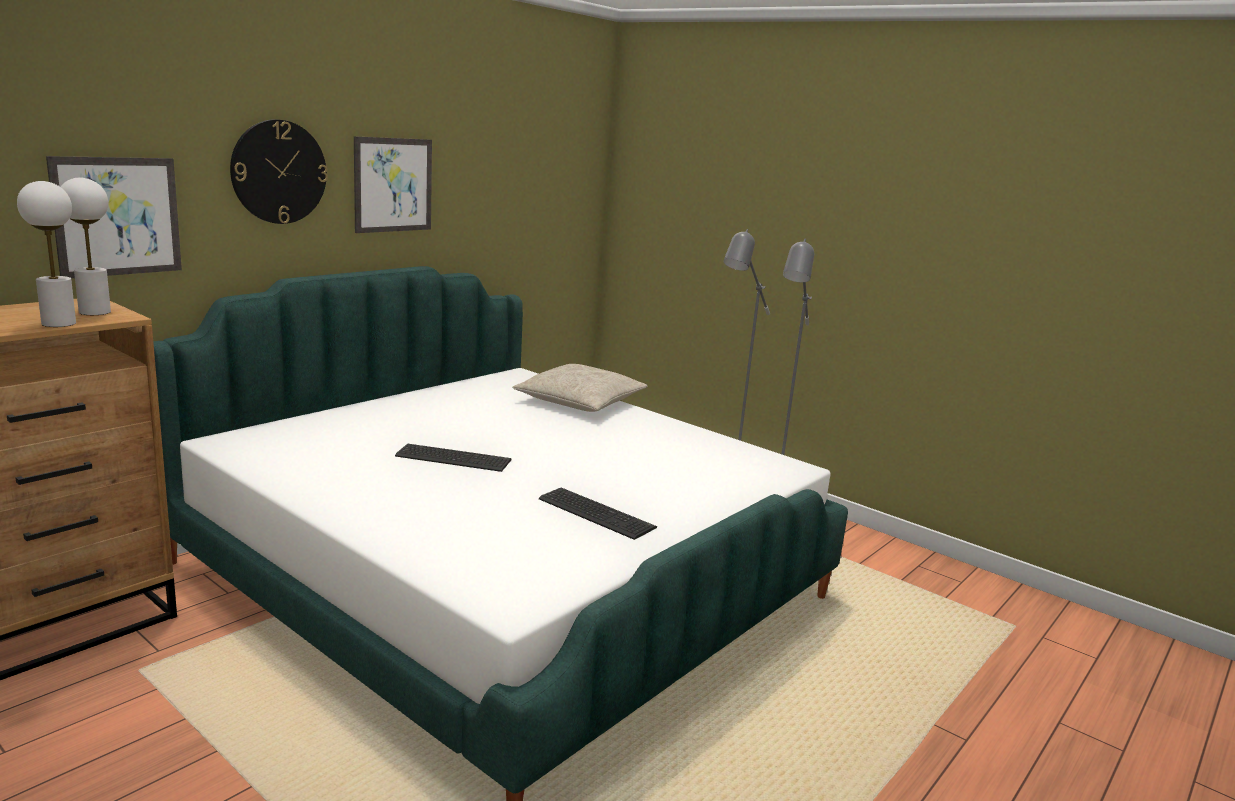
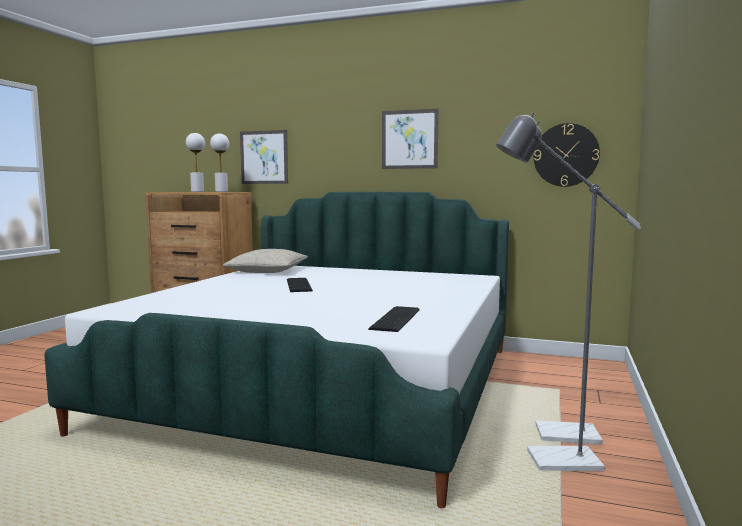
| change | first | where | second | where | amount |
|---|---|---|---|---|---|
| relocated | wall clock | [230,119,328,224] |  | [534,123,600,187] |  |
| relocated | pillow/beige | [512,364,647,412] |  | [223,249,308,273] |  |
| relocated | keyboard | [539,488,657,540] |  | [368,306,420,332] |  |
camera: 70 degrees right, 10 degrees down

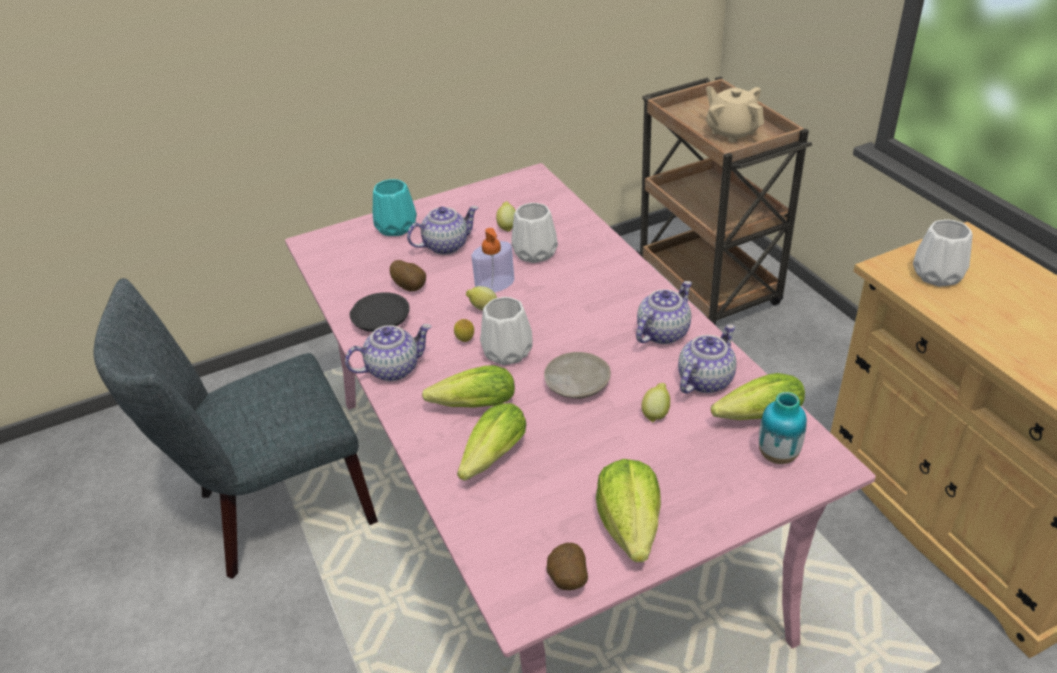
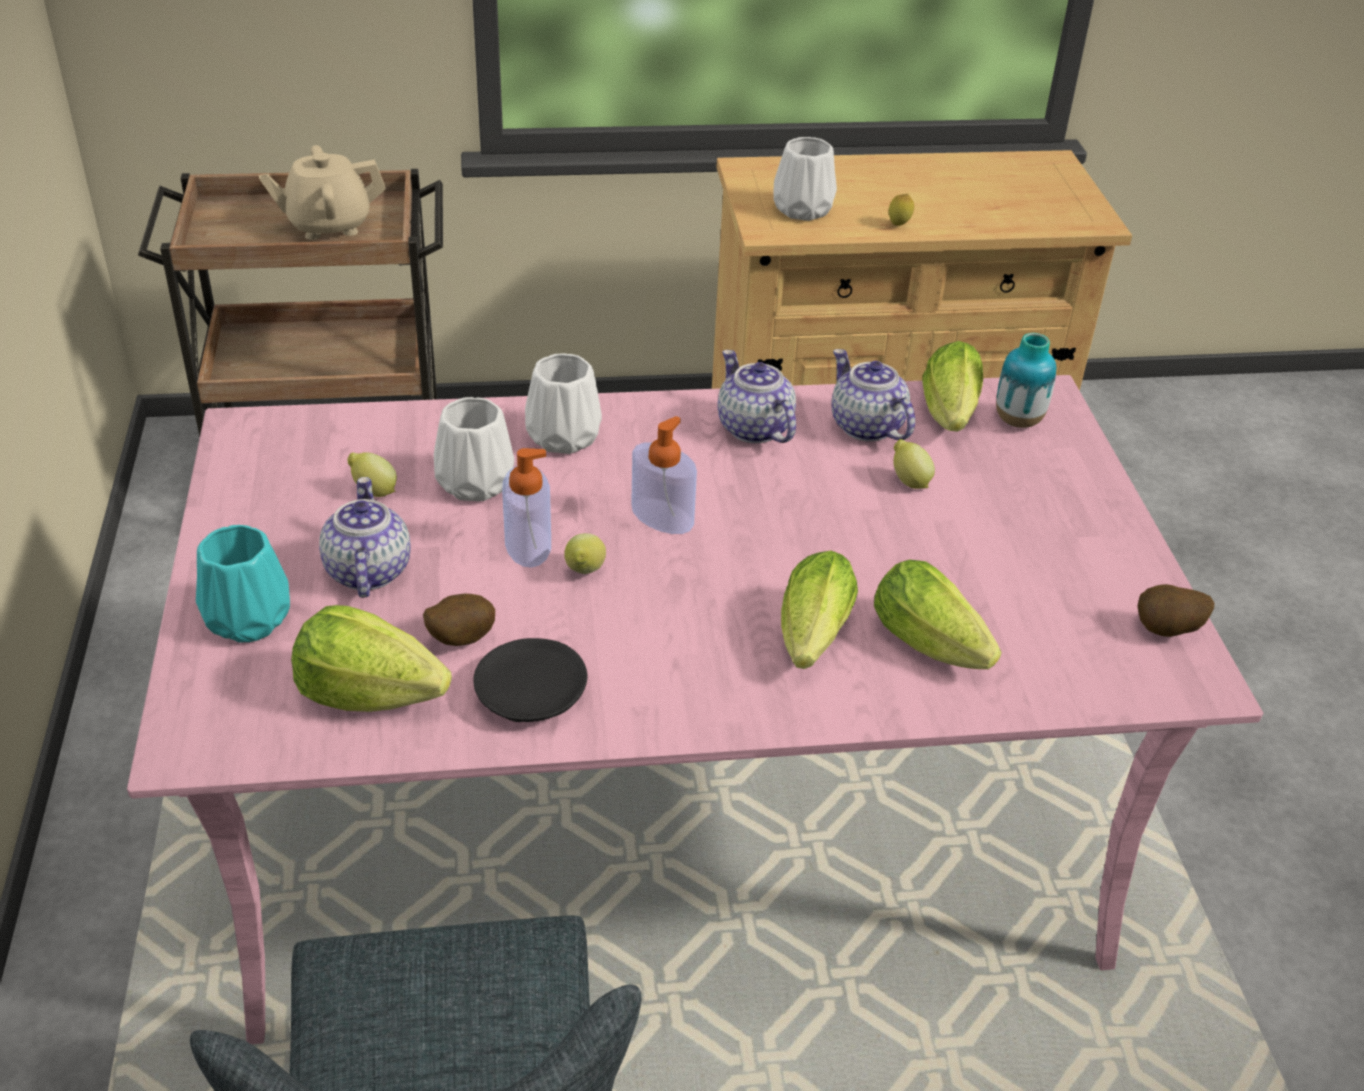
| change | first | where | second | where | amount |
|---|---|---|---|---|---|
| missing | teapot | [345,324,431,381] |  |  |  |
| relocated | lemon | [454,319,474,342] |  | [889,194,914,226] |  |
| relocated | vase/white | [480,297,533,365] |  | [525,353,602,454] |  |
| missing | plate/beige | [544,352,611,399] |  |  |  |
| relocated | lettuce | [596,459,661,562] |  | [291,605,452,712] |  |
| appeared |  |  | soap dispenser | [631,416,697,534] |  |
camera: 75 degrees left, 0 degrees up

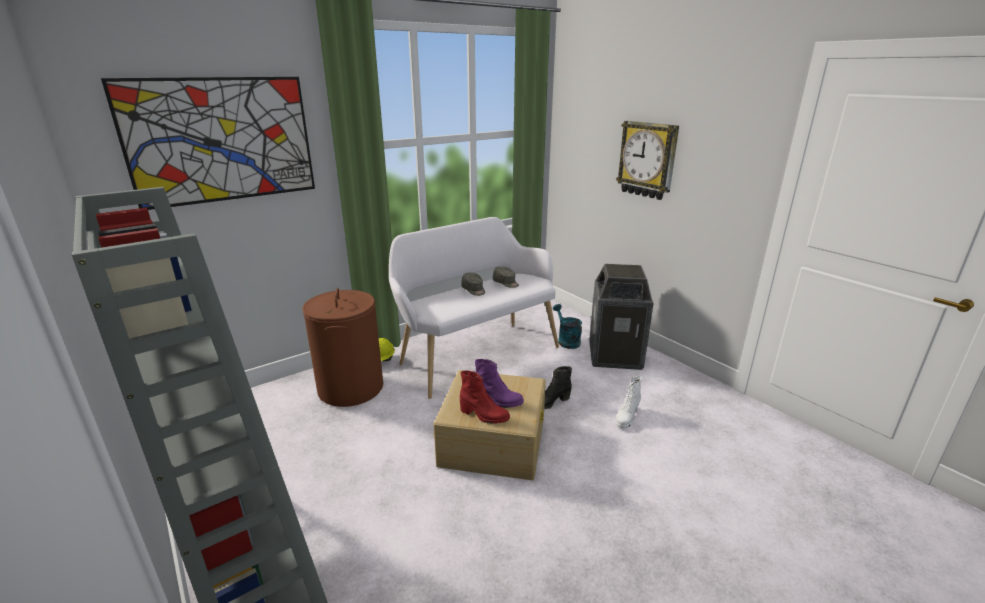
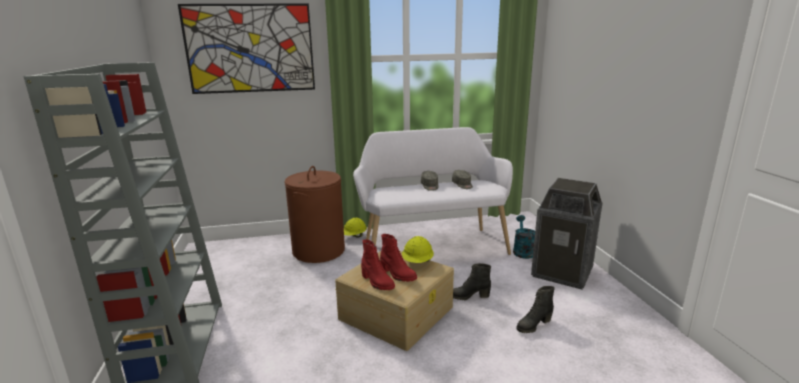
| change | first | where | second | where | amount |
|---|---|---|---|---|---|
| colour | boot/purple | [475,359,524,408] | boot/red | [380,234,417,282] |  |
| missing | wall clock | [616,121,679,200] |  |  |  |
| colour | boot/white | [616,376,642,428] | boot/black | [516,286,555,333] |  |
| appeared |  |  | hard hat/yellow | [402,236,434,263] |  |
camera: 25 degrees right, 5 degrees down

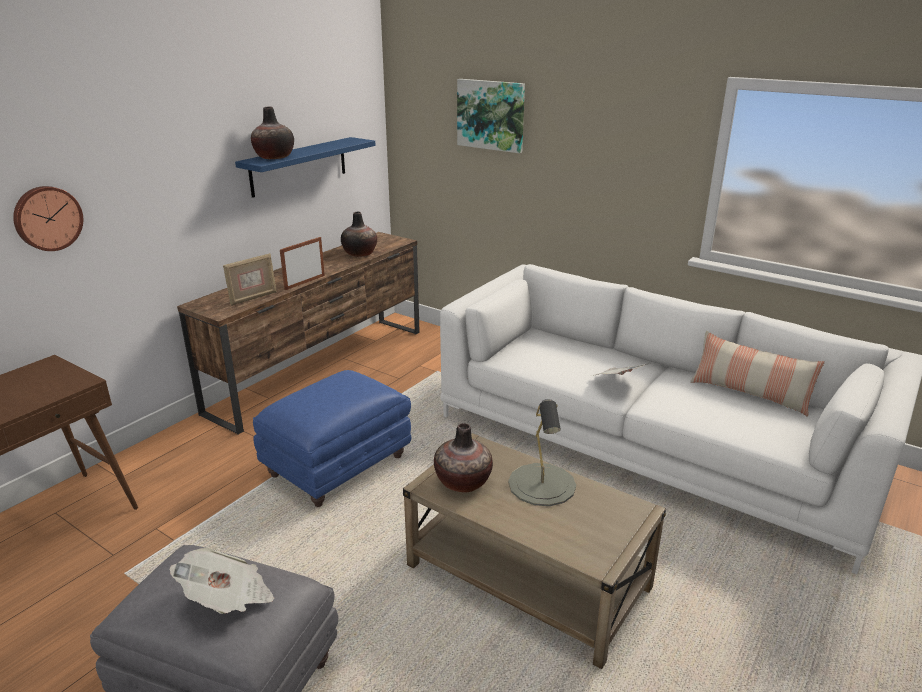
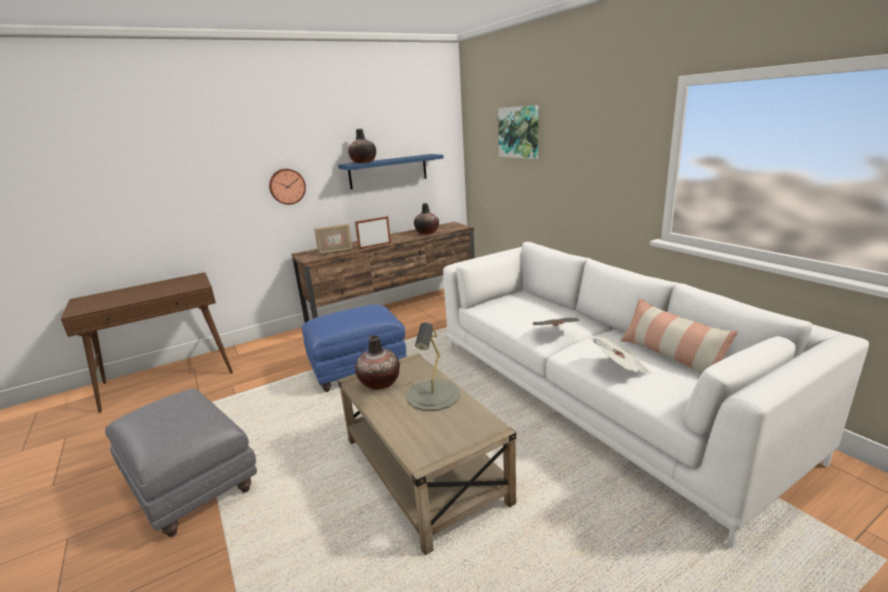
| change | first | where | second | where | amount |
|---|---|---|---|---|---|
| relocated | wall clock | [13,186,83,251] |  | [269,169,306,205] |  |
| relocated | newspaper | [170,548,274,614] |  | [590,336,652,374] |  |
camera: 25 degrees right, 5 degrees down

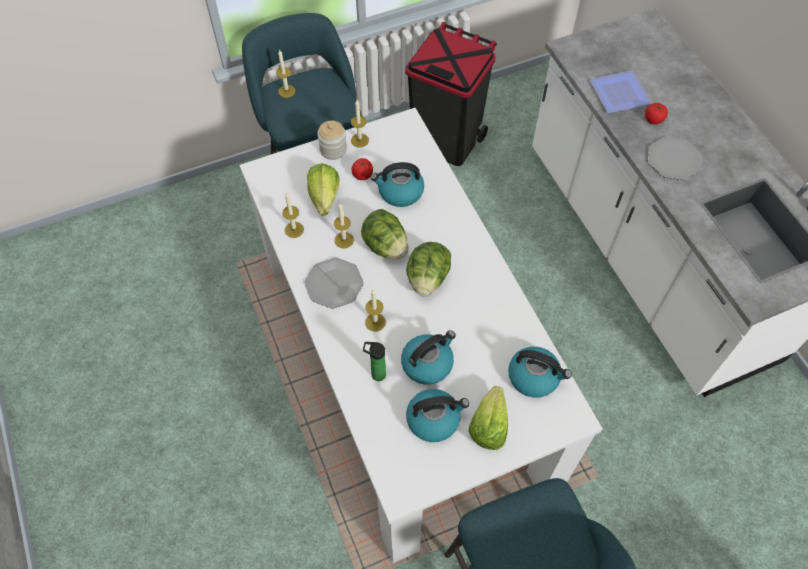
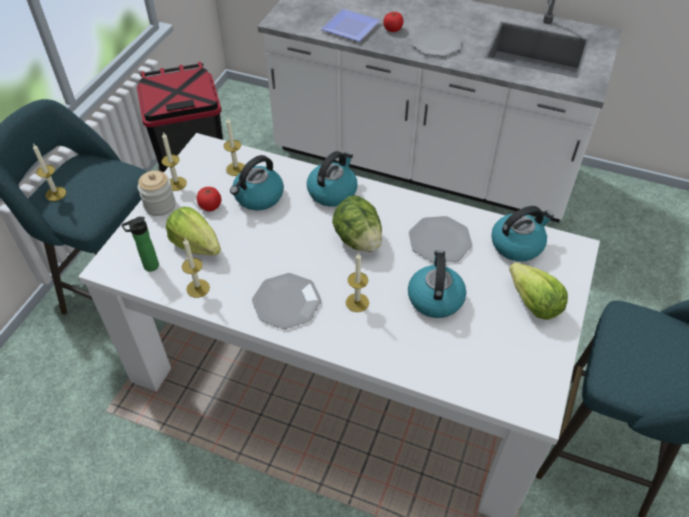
| change | first | where | second | where | amount |
|---|---|---|---|---|---|
| relocated | candle | [334,204,354,249] |  | [224,118,245,176] |  |
| missing | lettuce | [361,209,409,259] |  |  |  |
| relocated | bottle | [363,342,386,381] |  | [121,217,159,272] |  |
| relocated | kettle | [406,389,469,442] |  | [307,151,358,207] |  |
| appeared |  |  | plate | [409,216,472,263] |  |
camera: 45 degrees left, 10 degrees down

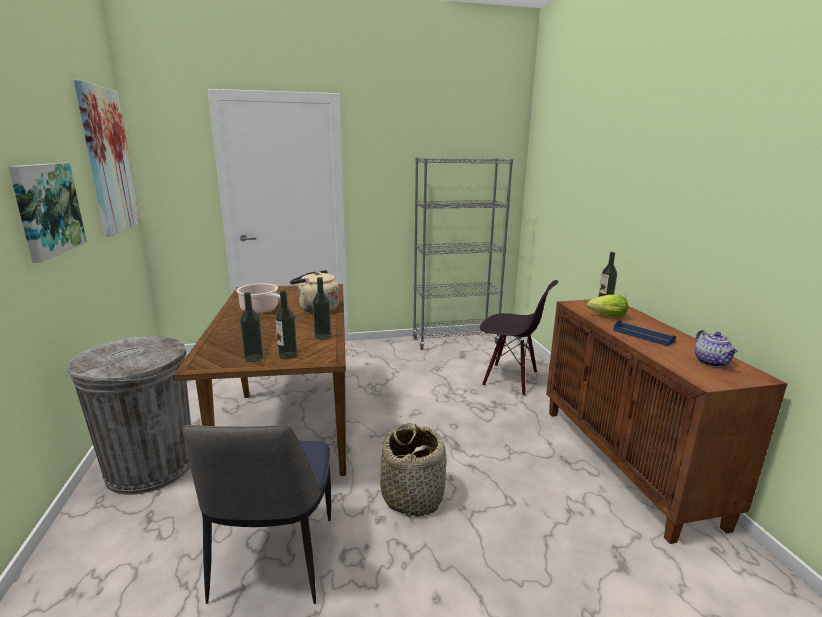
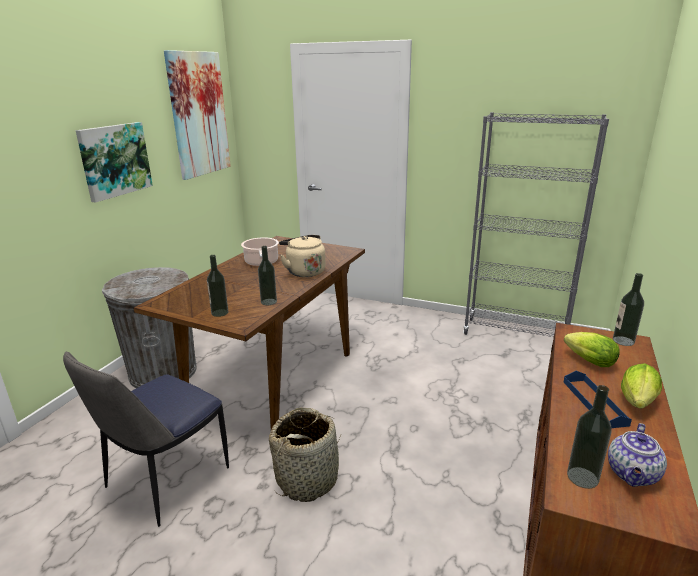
| change | first | where | second | where | amount |
|---|---|---|---|---|---|
| relocated | bottle | [240,292,264,362] |  | [567,385,612,489] |  |
| missing | chair/black | [480,280,558,396] |  |  |  |
| appeared |  |  | lettuce | [621,363,662,409] |  |
camera: 35 degrees right, 5 degrees up

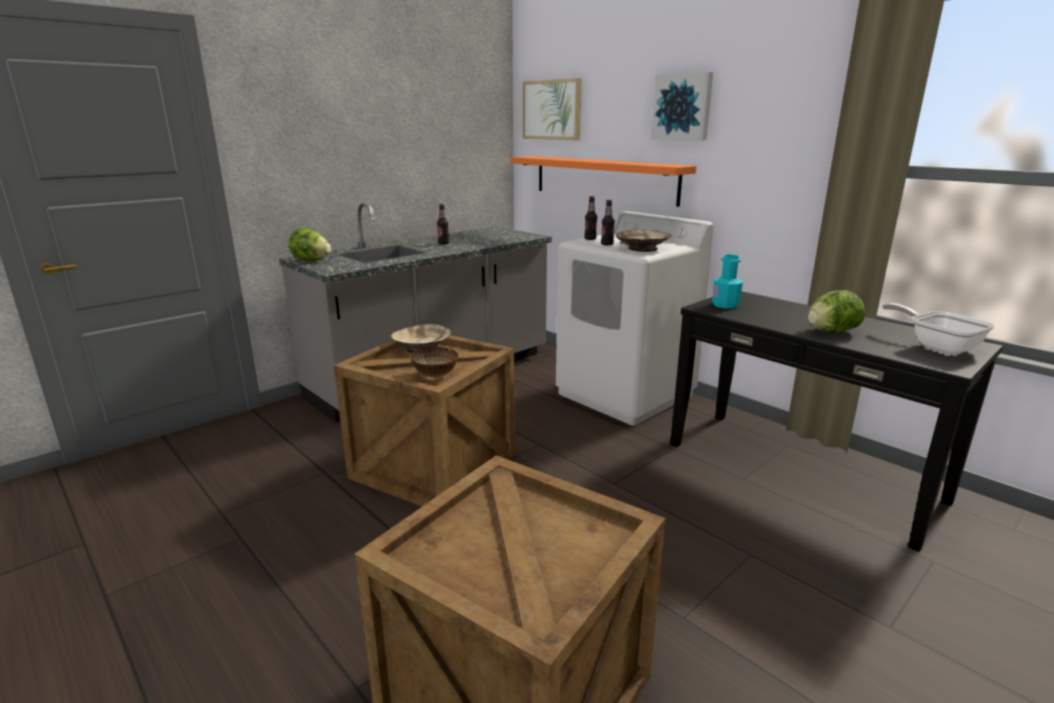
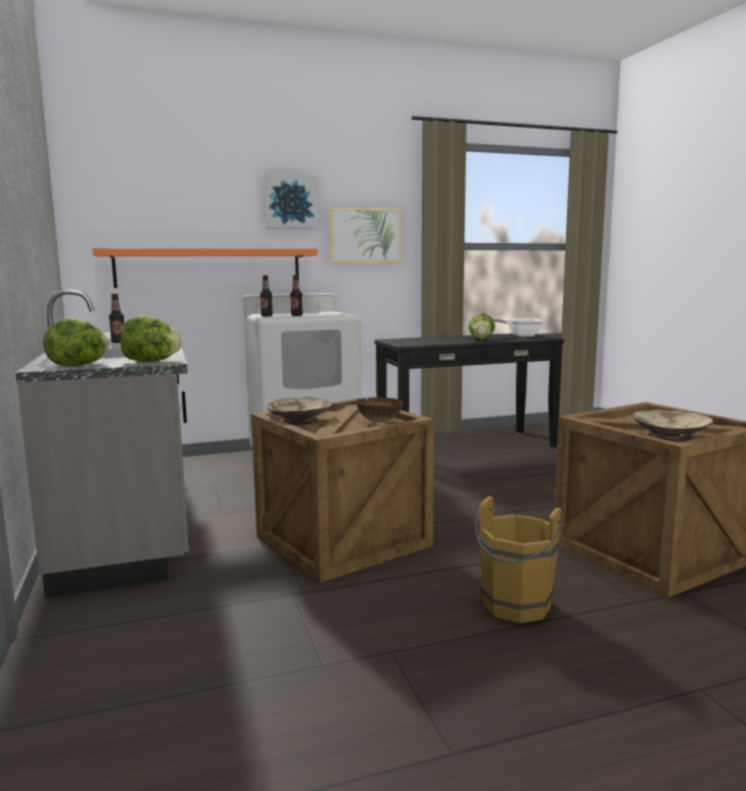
| change | first | where | second | where | amount |
|---|---|---|---|---|---|
| relocated | picture | [523,78,582,140] |  | [328,207,401,263] |  |
| relocated | bowl/beige | [616,230,672,252] |  | [631,410,713,442] |  |
| missing | bottle/turquoise | [712,254,743,308] |  |  |  |
| appeared |  |  | lettuce | [120,315,182,362] |  |
| appeared |  |  | bucket/brown | [475,496,562,623] |  |
camera: 65 degrees left, 10 degrees down

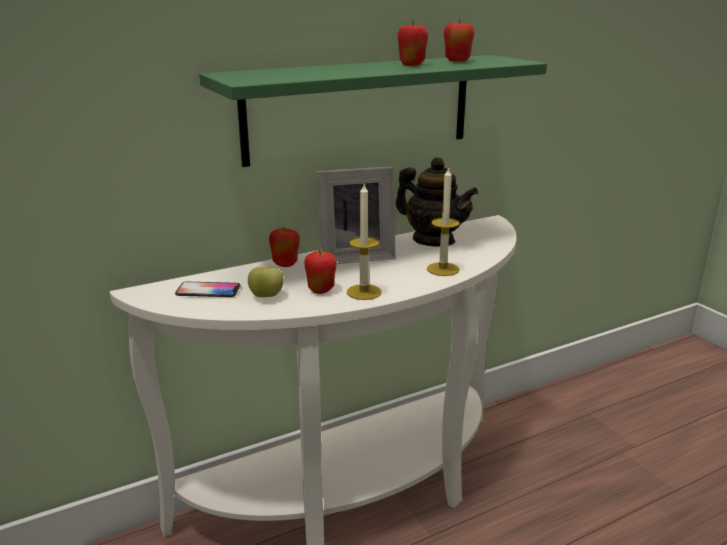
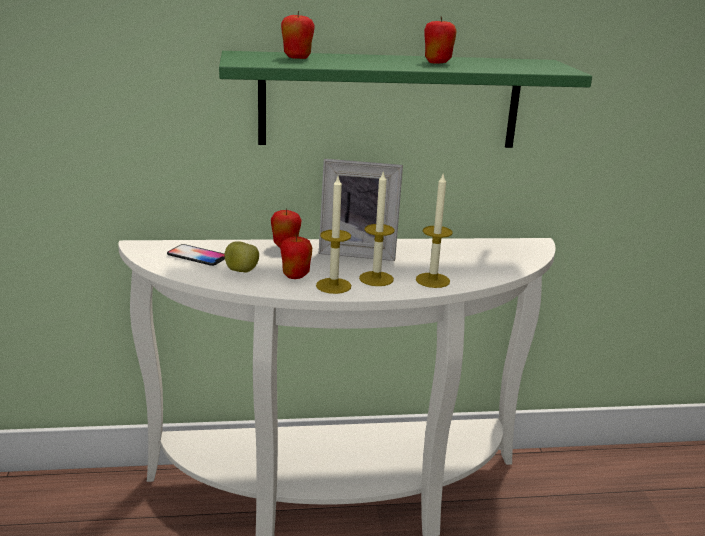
| change | first | where | second | where | amount |
|---|---|---|---|---|---|
| missing | teapot | [395,157,478,247] |  |  |  |
| relocated | apple | [444,18,474,62] |  | [281,11,315,59] |  |
| appeared |  |  | candle | [359,170,395,286] |  |
camera: 20 degrees right, 0 degrees up

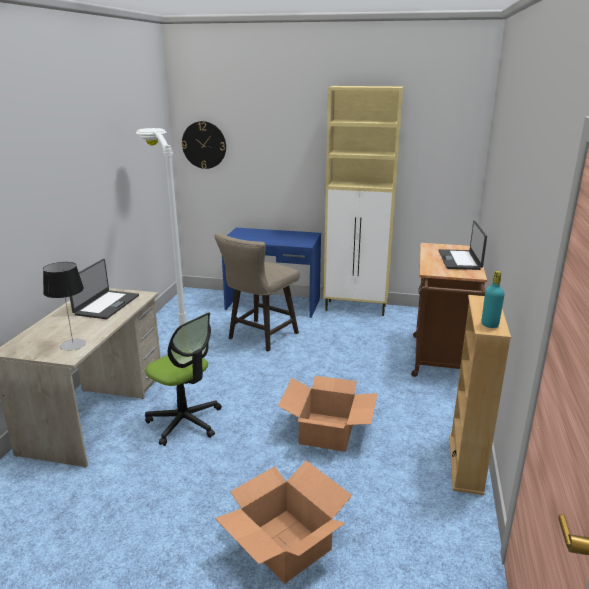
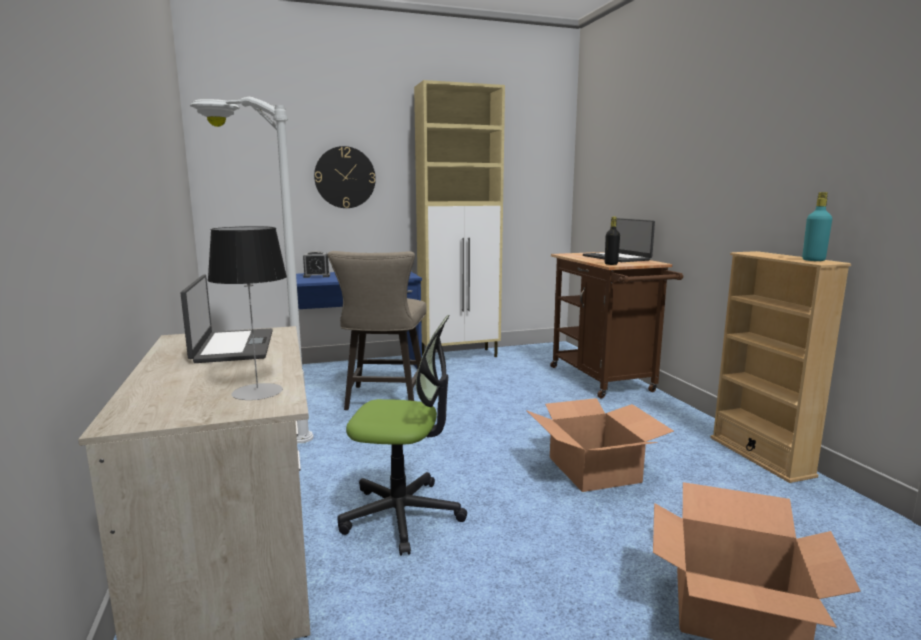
| change | first | where | second | where | amount |
|---|---|---|---|---|---|
| relocated | wall clock | [182,121,226,169] |  | [314,146,376,208] |  |
| appeared |  |  | alarm clock | [303,251,330,278] |  |
| appeared |  |  | bottle/black | [605,217,620,265] |  |
camera: 30 degrees left, 10 degrees down

